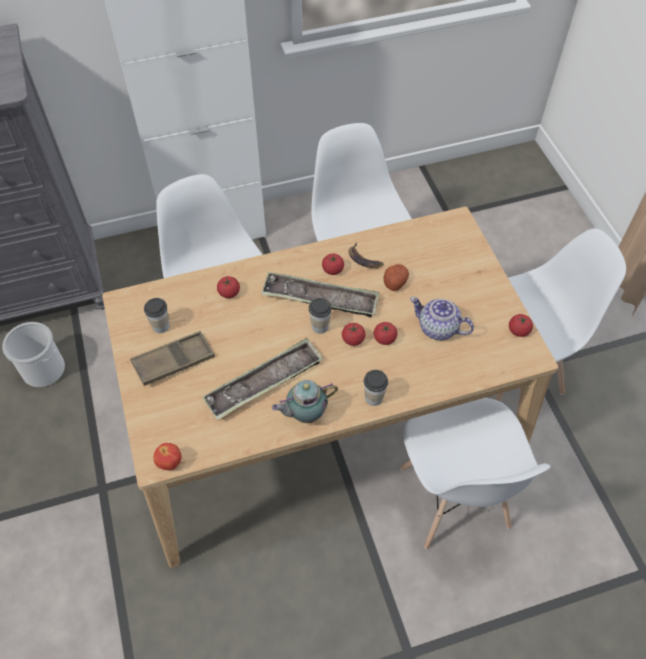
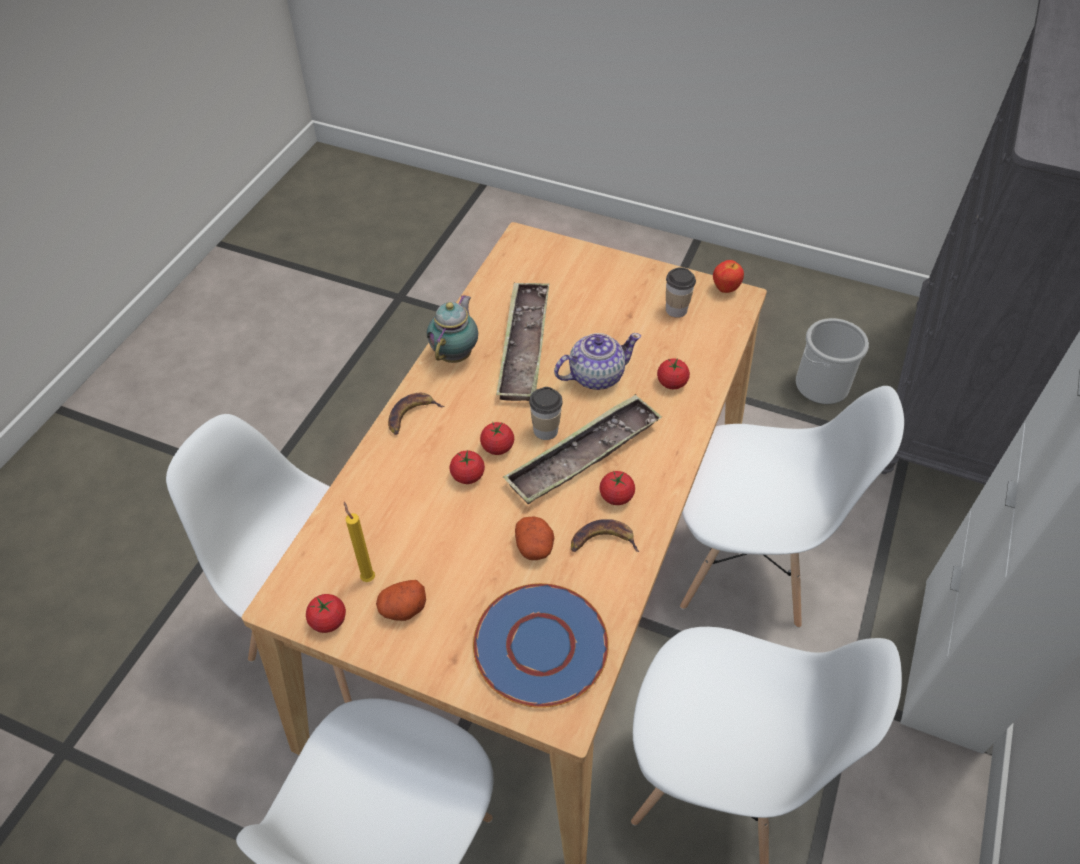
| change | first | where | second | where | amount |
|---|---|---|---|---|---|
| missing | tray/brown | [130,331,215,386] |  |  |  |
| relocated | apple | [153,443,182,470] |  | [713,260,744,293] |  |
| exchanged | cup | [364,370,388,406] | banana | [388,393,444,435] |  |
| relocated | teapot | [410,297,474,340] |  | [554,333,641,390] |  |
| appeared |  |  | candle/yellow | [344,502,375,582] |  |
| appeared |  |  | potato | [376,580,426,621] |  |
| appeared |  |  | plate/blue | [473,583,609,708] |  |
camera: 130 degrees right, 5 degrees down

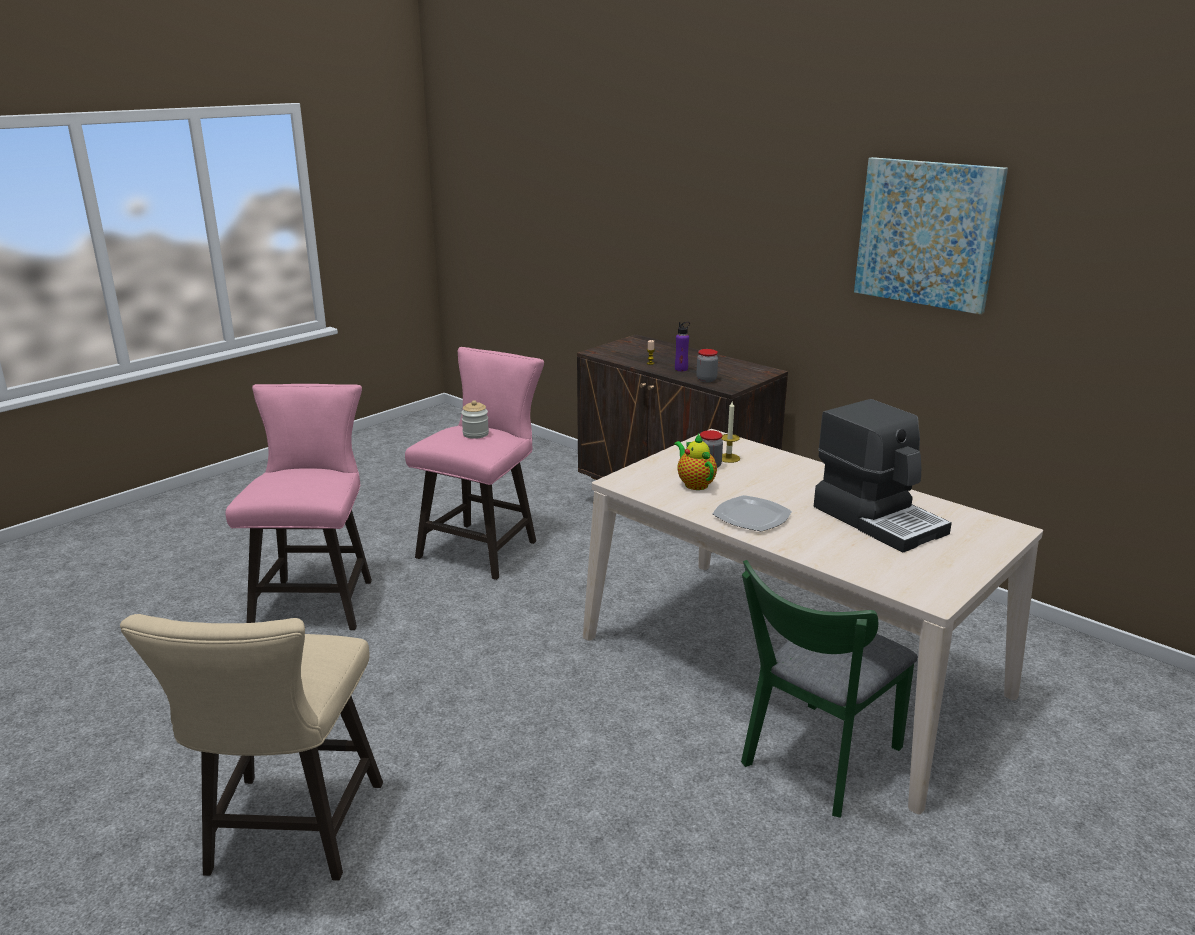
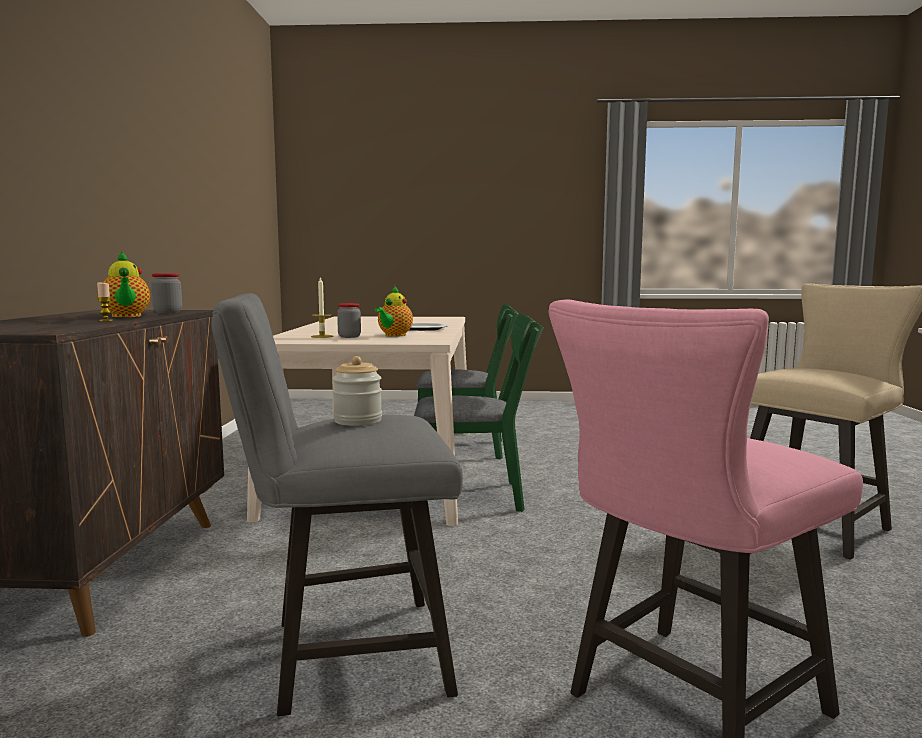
| change | first | where | second | where | amount |
|---|---|---|---|---|---|
| colour | stool/pink | [405,347,544,580] | stool/grey | [211,293,463,716] |  |
| exchanged | bottle/purple | [675,322,690,371] | teapot | [103,251,150,317] |  |
| missing | coffee machine | [814,399,952,553] |  |  |  |
| missing | picture | [854,157,1008,315] |  |  |  |
| appeared |  |  | chair/green | [414,313,544,512] |  |
camera: 130 degrees left, 15 degrees down

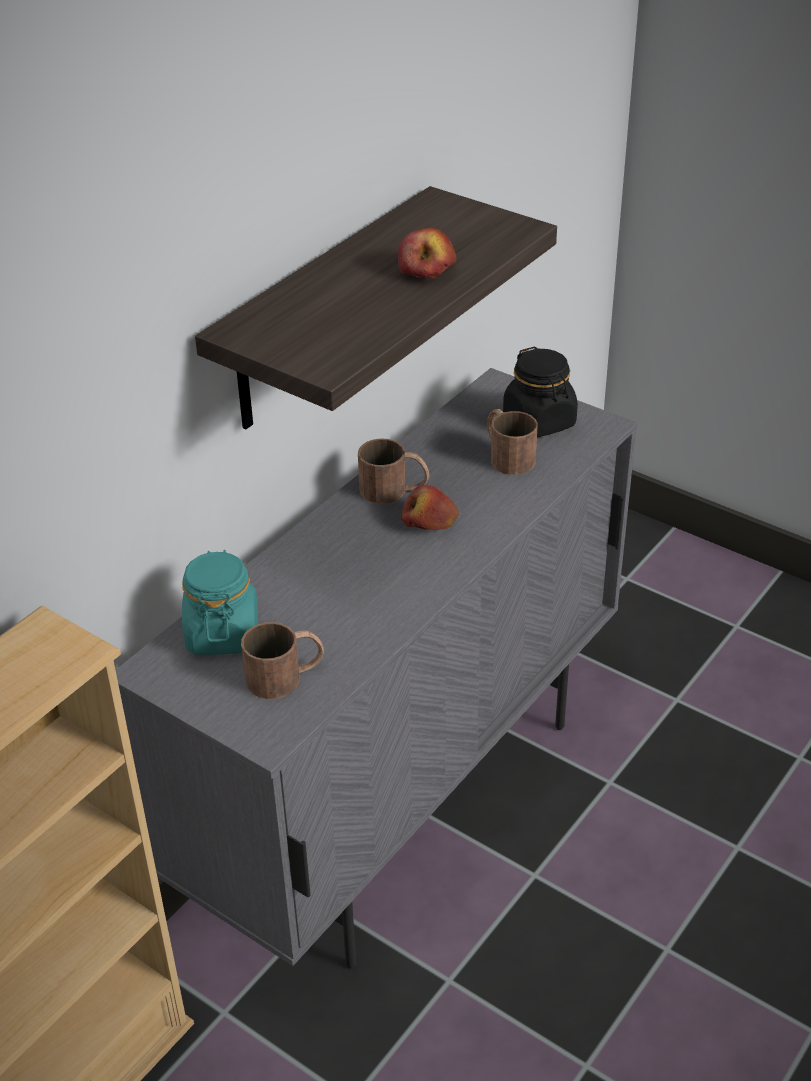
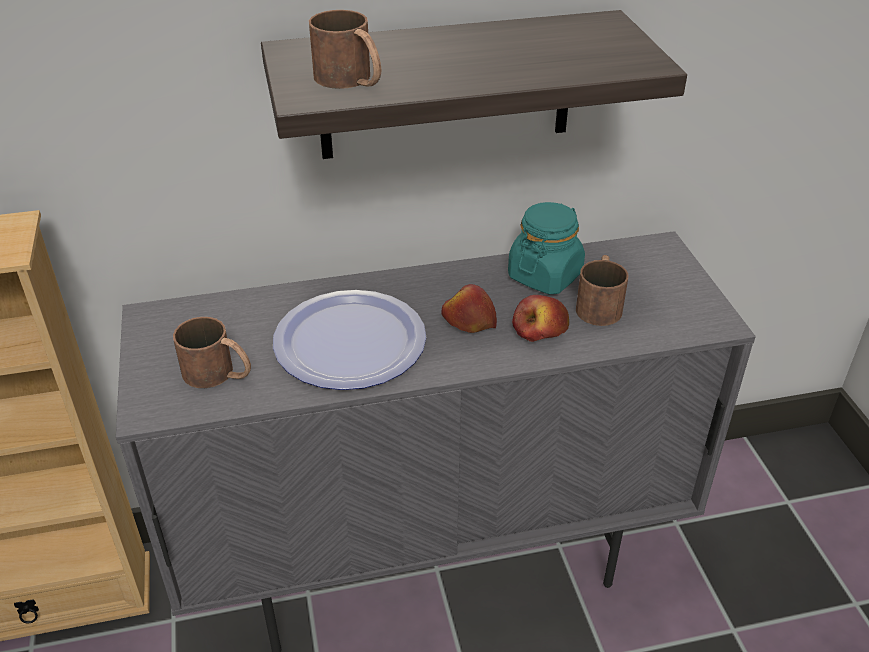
| change | first | where | second | where | amount |
|---|---|---|---|---|---|
| relocated | jar/turquoise | [182,550,258,655] |  | [508,202,585,294] |  |
| relocated | mug/brown | [358,438,429,504] |  | [309,10,381,89] |  |
| relocated | apple | [398,228,456,279] |  | [512,295,569,342] |  |
| missing | jar/black | [503,347,578,437] |  |  |  |
| appeared |  |  | plate | [273,290,426,390] |  |
camera: 40 degrees right, 0 degrees up

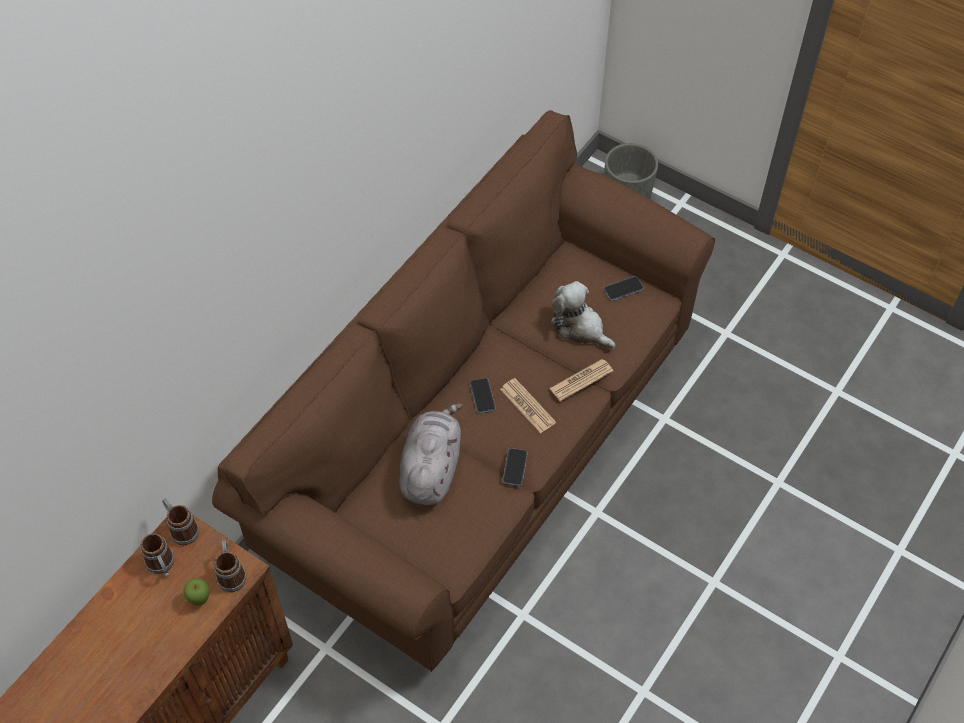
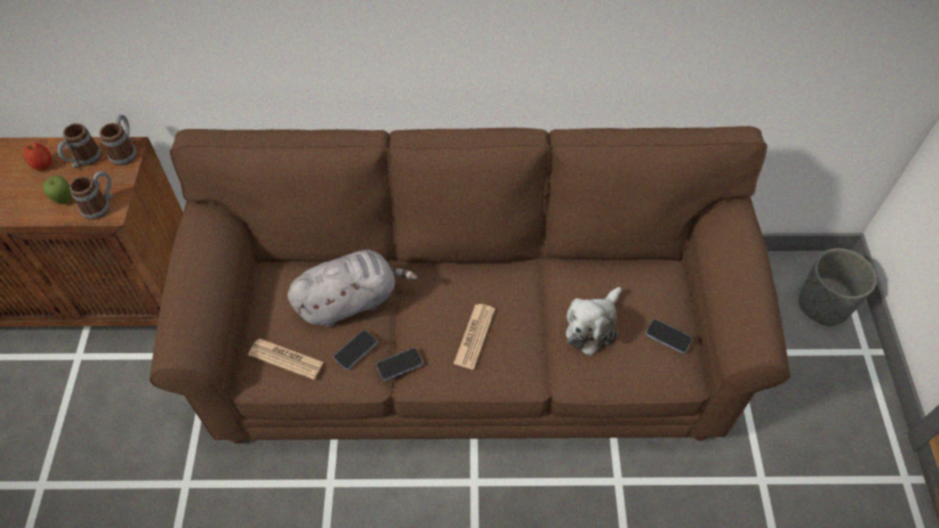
| change | first | where | second | where | amount |
|---|---|---|---|---|---|
| relocated | phone | [470,378,496,413] |  | [333,330,377,370] |  |
| relocated | newspaper | [549,359,613,402] |  | [248,338,324,380] |  |
| spun | plush toy | [551,281,615,349] |  | [566,287,622,356] | 150 degrees counterclockwise |
| appeared |  |  | apple | [24,143,52,171] |  |
camera: 55 degrees right, 0 degrees up

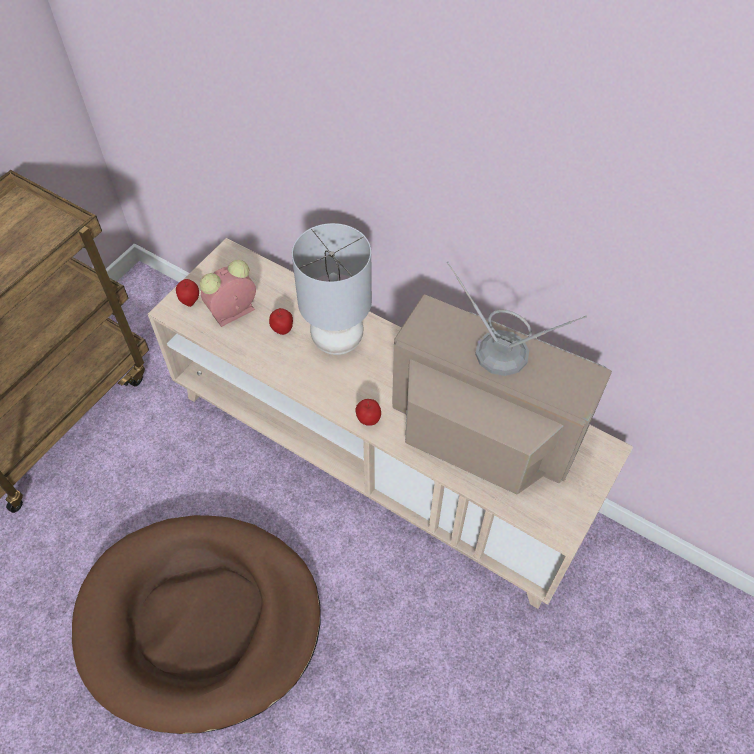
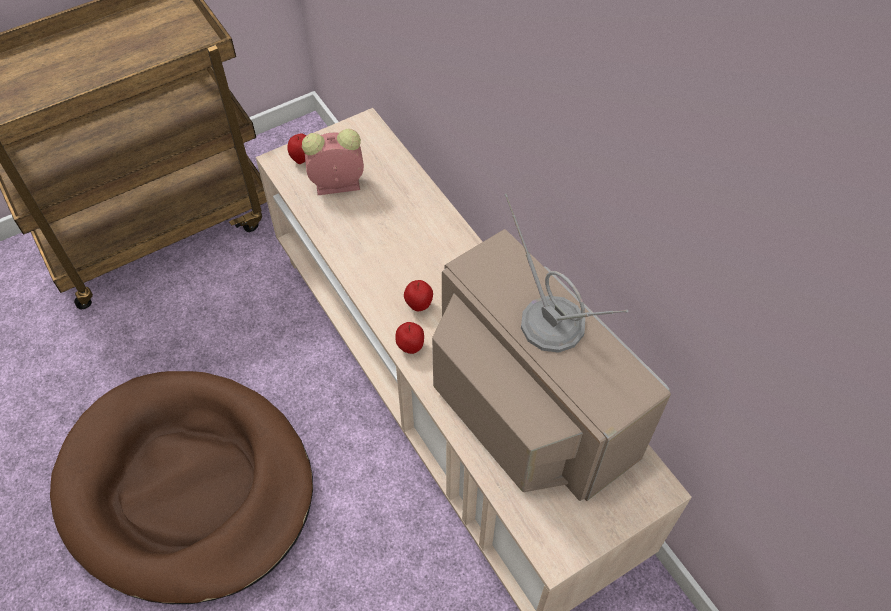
| change | first | where | second | where | amount |
|---|---|---|---|---|---|
| relocated | apple | [269,308,293,335] |  | [404,280,433,311] |  |
| missing | table lamp/grey | [292,223,372,355] |  |  |  |
camera: 25 degrees right, 0 degrees up

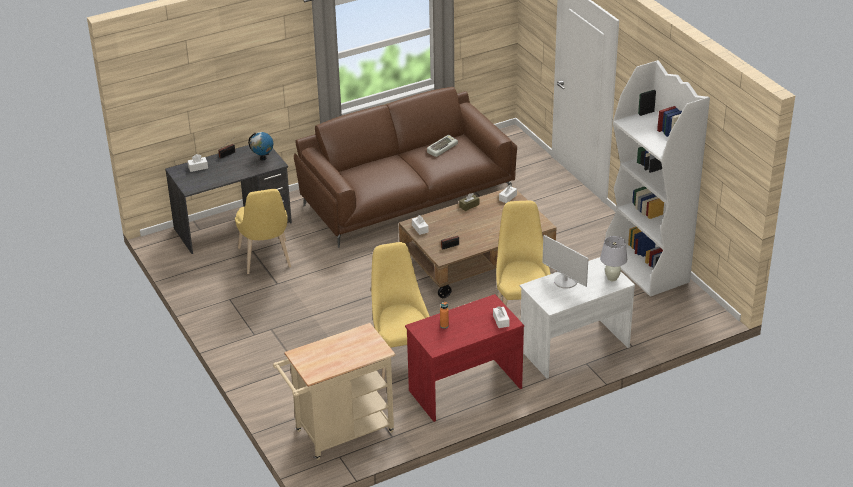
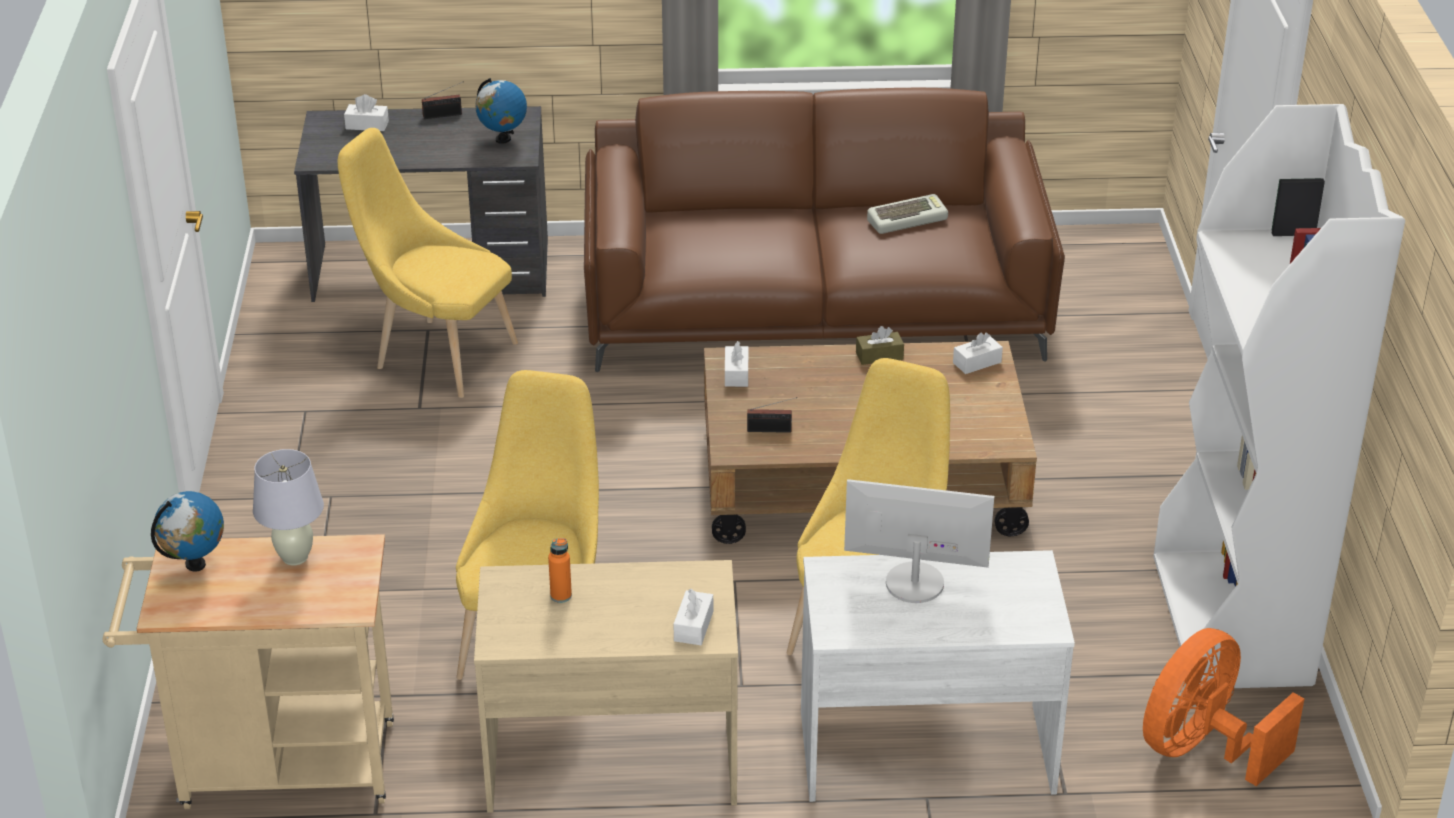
| change | first | where | second | where | amount |
|---|---|---|---|---|---|
| spun | chair/yellow | [235,189,291,274] |  | [338,128,518,398] | 105 degrees clockwise |
| colour | desk/red | [405,294,524,422] | desk/beige | [474,560,738,813] |  |
| spun | monitor | [542,235,589,288] |  | [844,479,994,603] | 120 degrees clockwise |
| relocated | table lamp/white | [600,236,627,281] |  | [253,449,324,566] |  |
| appeared |  |  | globe | [151,491,224,572] |  |
| appeared |  |  | fan/orange | [1143,628,1304,786] |  |
camera: 25 degrees right, 0 degrees up

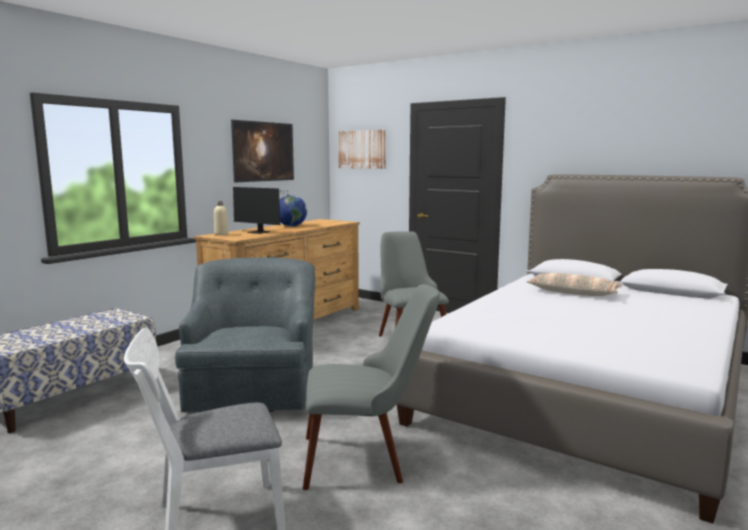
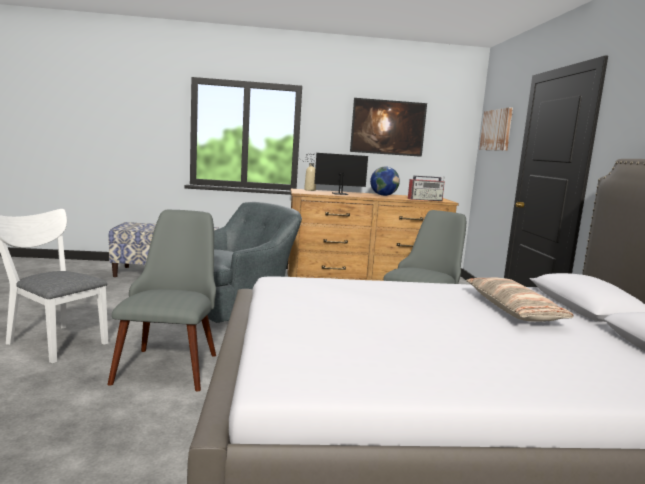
| change | first | where | second | where | amount |
|---|---|---|---|---|---|
| spun | monitor | [233,187,292,234] |  | [299,153,368,195] | 90 degrees clockwise |
| spun | chair/grey | [303,284,440,490] |  | [107,210,216,391] | 135 degrees counterclockwise |
| appeared |  |  | radio | [408,176,445,201] |  |
camera: 50 degrees right, 0 degrees up

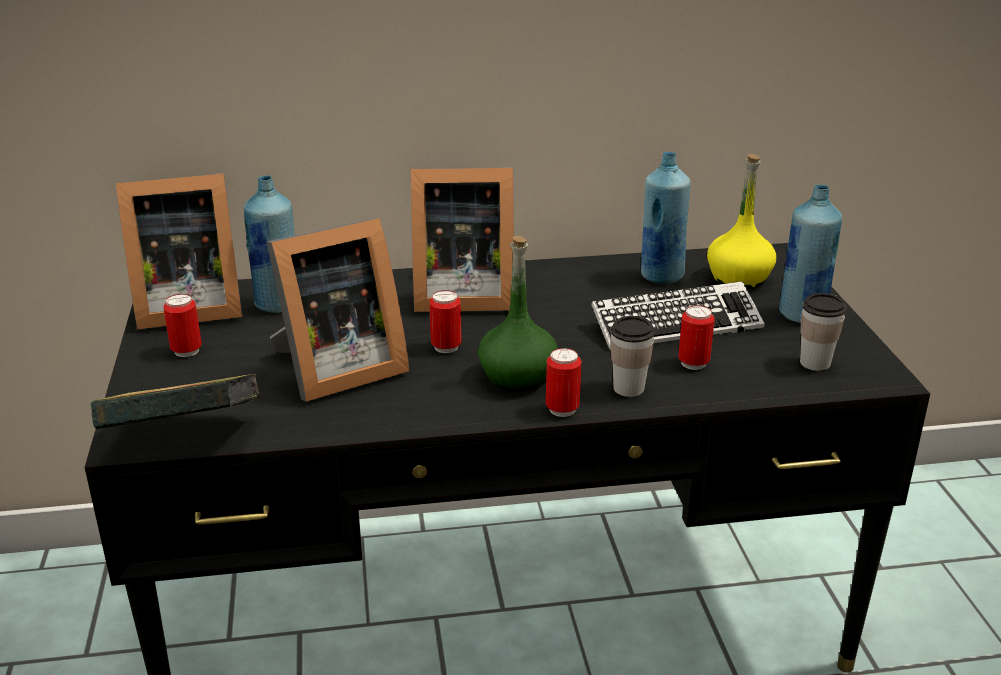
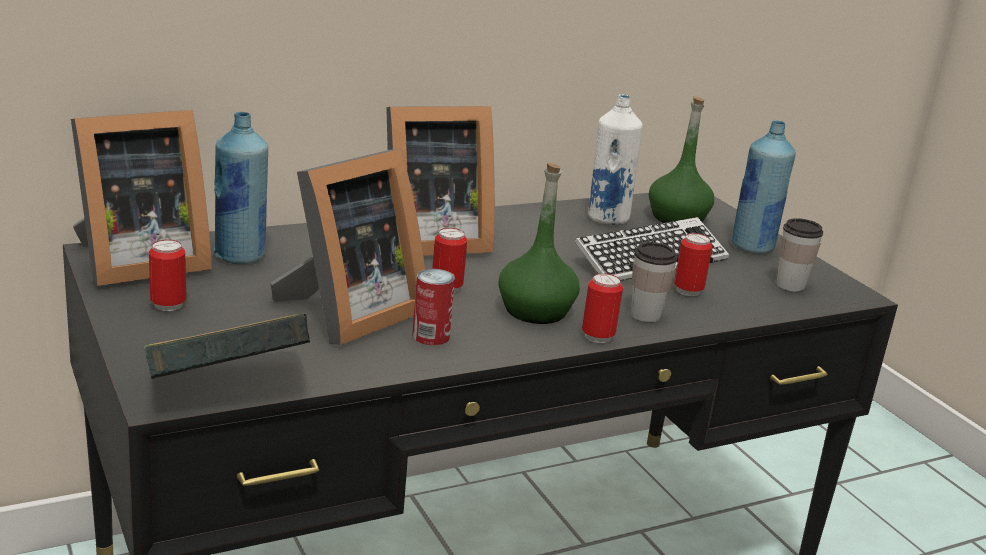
| change | first | where | second | where | amount |
|---|---|---|---|---|---|
| colour | bottle/blue | [641,152,690,284] | bottle/white | [588,94,643,225] |  |
| colour | bottle/yellow | [707,154,776,289] | bottle/green | [649,97,714,223] |  |
| appeared |  |  | can | [412,269,455,345] |  |
camera: 20 degrees left, 5 degrees down

